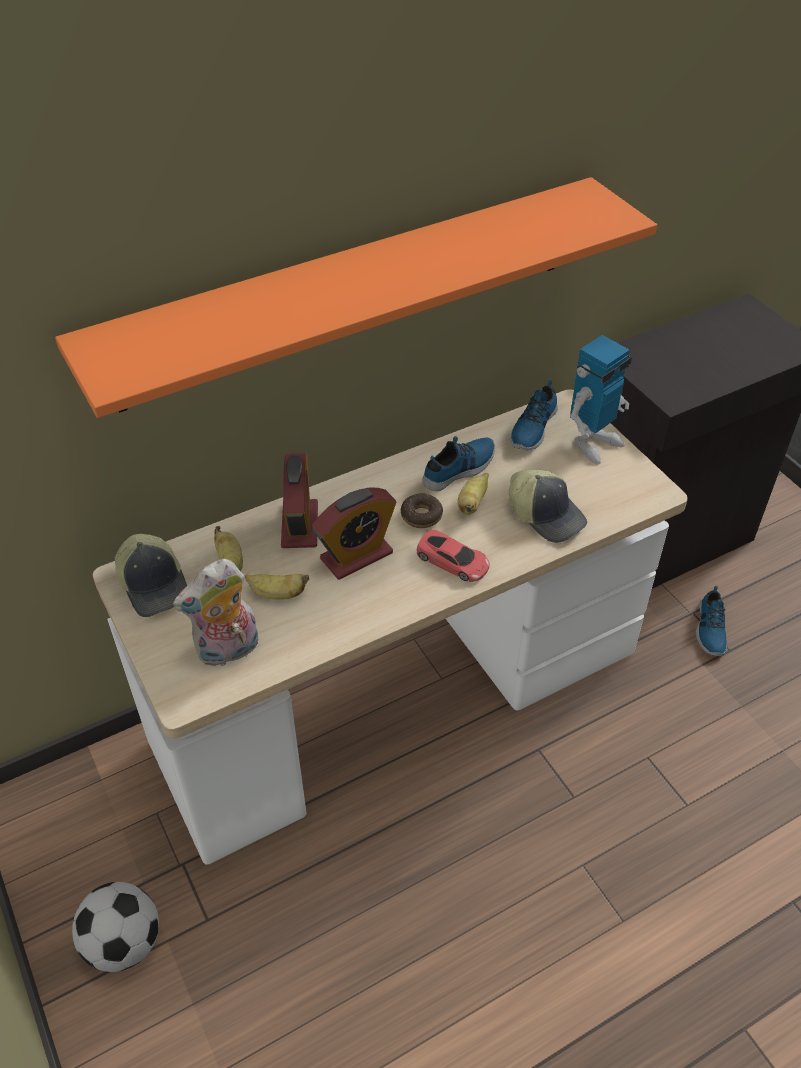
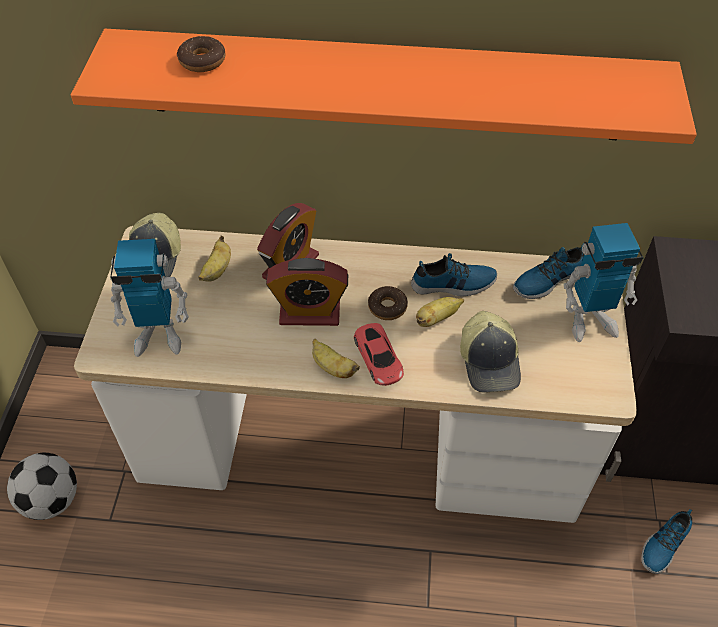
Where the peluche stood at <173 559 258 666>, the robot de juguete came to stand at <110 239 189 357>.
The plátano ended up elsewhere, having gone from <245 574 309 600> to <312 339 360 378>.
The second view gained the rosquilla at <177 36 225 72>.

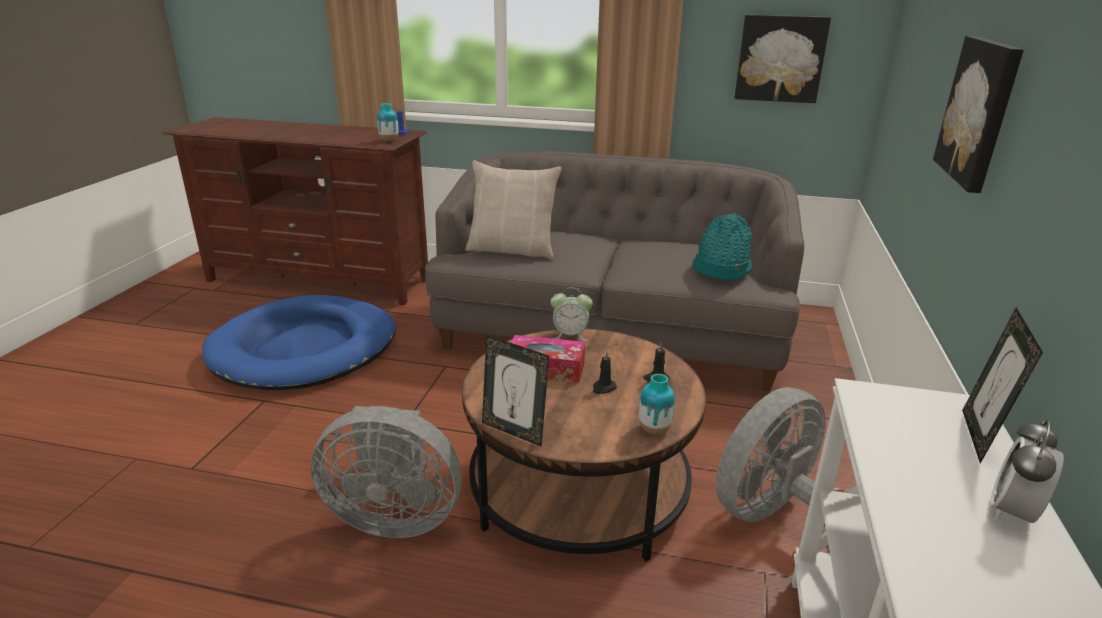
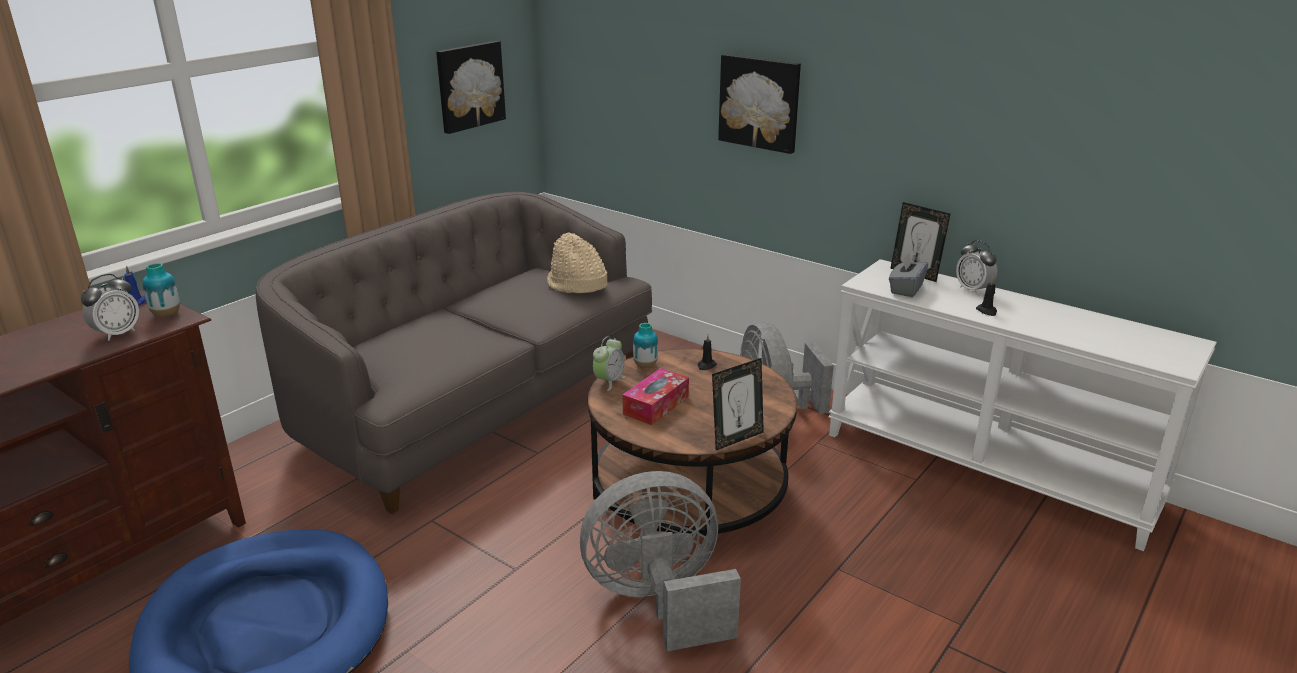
The second view lost the cojín [beis] at <465 160 562 259>.
What was the sombrero [turquesa] at <692 213 752 280> turned into the sombrero [beis] at <547 233 608 293>.
The vela [negro] ended up elsewhere, having gone from <593 350 617 394> to <976 277 997 316>.
The florero ended up elsewhere, having gone from <639 374 675 435> to <633 323 658 368>.
The ventilador [gris] at <311 406 462 538> ended up facing another way, 135 degrees counterclockwise from before.
The second view gained the caja de pañuelos [gris] at <889 253 928 297>.
The second view gained the despertador at <81 274 139 341>.

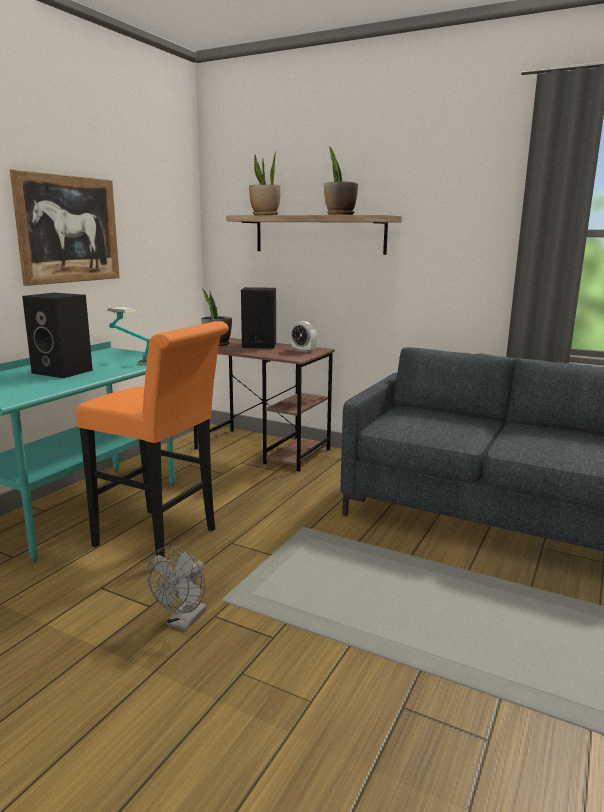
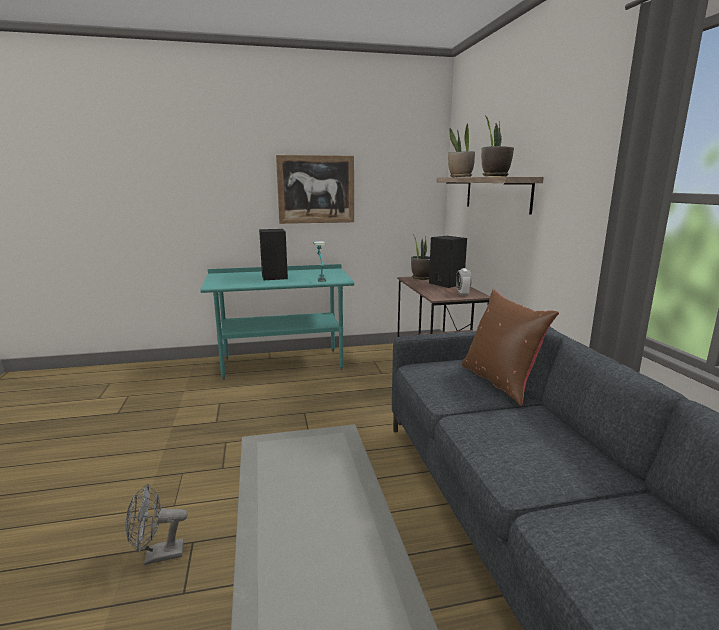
The second view lost the taburete [naranja] at <75 321 229 558>.
The ventilador [gris] ended up elsewhere, having gone from <147 546 207 631> to <125 484 188 565>.
The second view gained the cojín [marrón] at <461 290 559 406>.

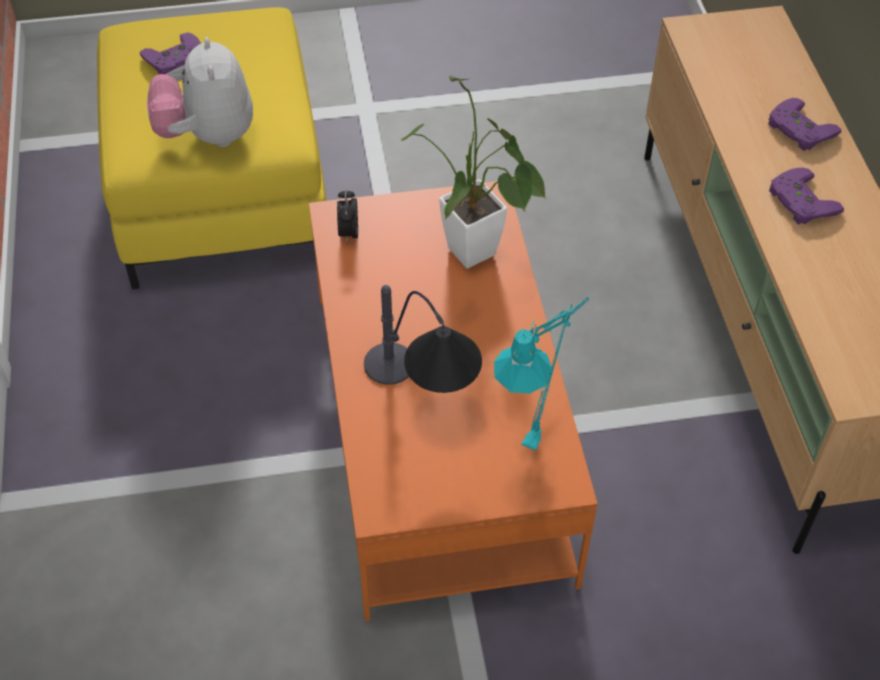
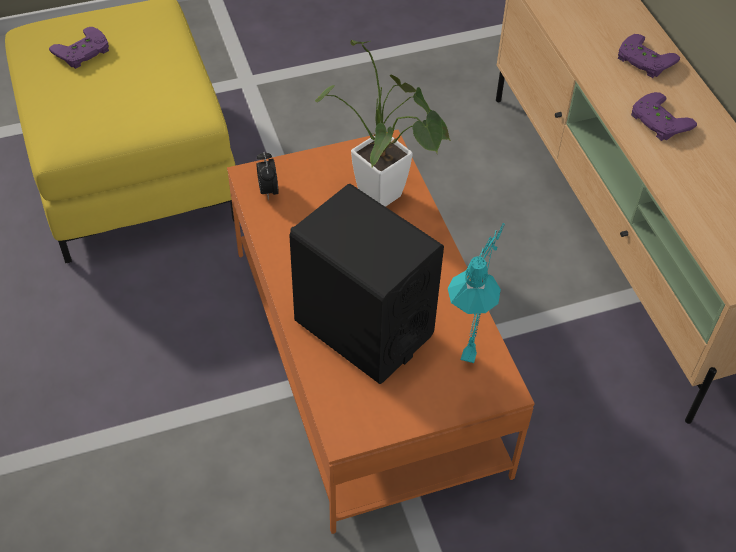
The second view lost the peluche at <147 37 253 147>.
Where the lámpara de mesa stood at <364 285 482 393>, the altavoz [negro] came to stand at <289 184 444 384>.

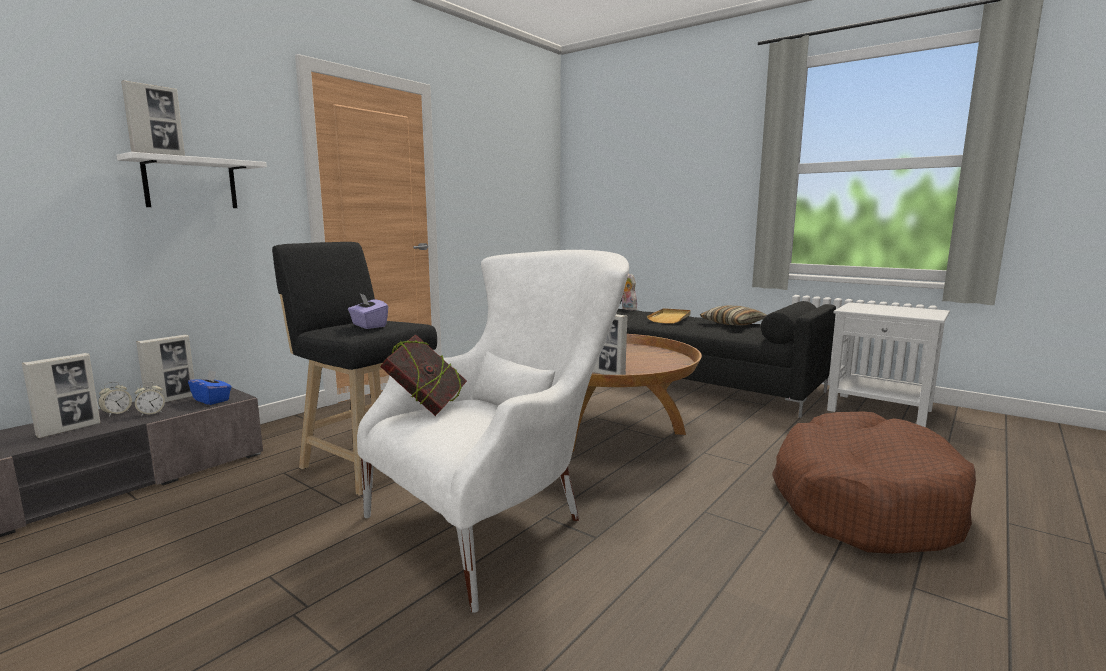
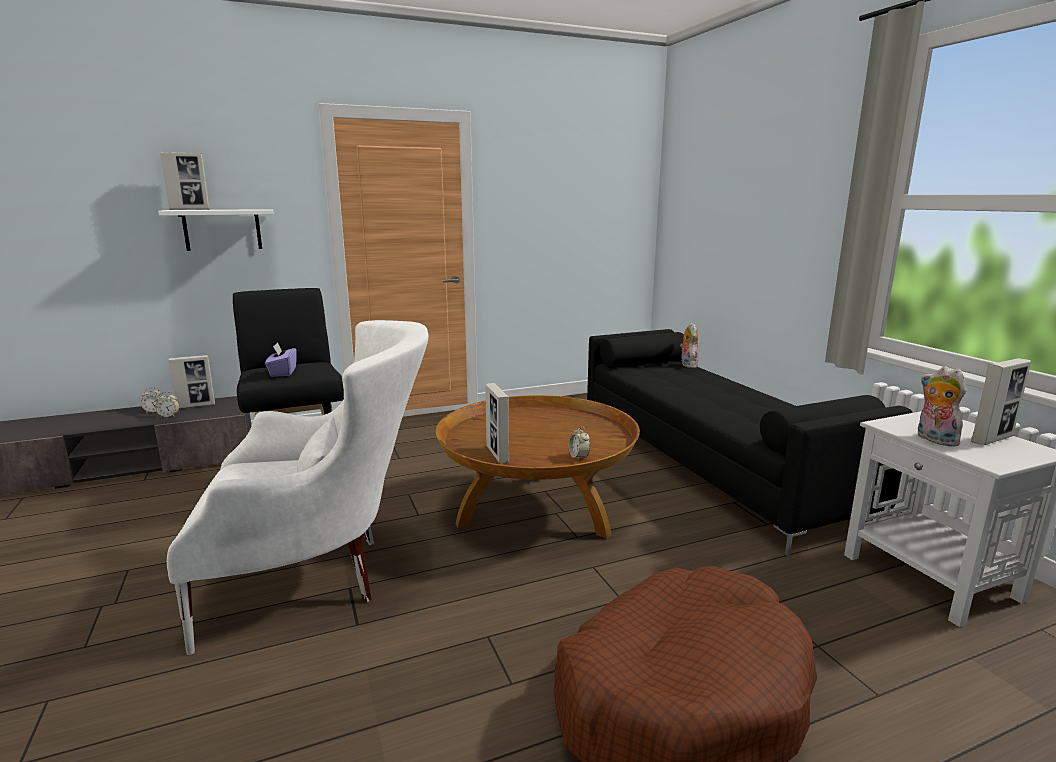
The second view lost the cojín at <700 305 767 326>.
The second view lost the bandeja [beis] at <647 308 691 324>.
The second view lost the libro at <380 334 467 416>.
The portarretratos ended up elsewhere, having gone from <22 353 100 438> to <971 358 1031 445>.
The second view lost the caja de pañuelos [azul] at <188 369 232 405>.
The second view gained the peluche at <918 366 967 446>.
The second view gained the despertador at <568 426 590 461>.

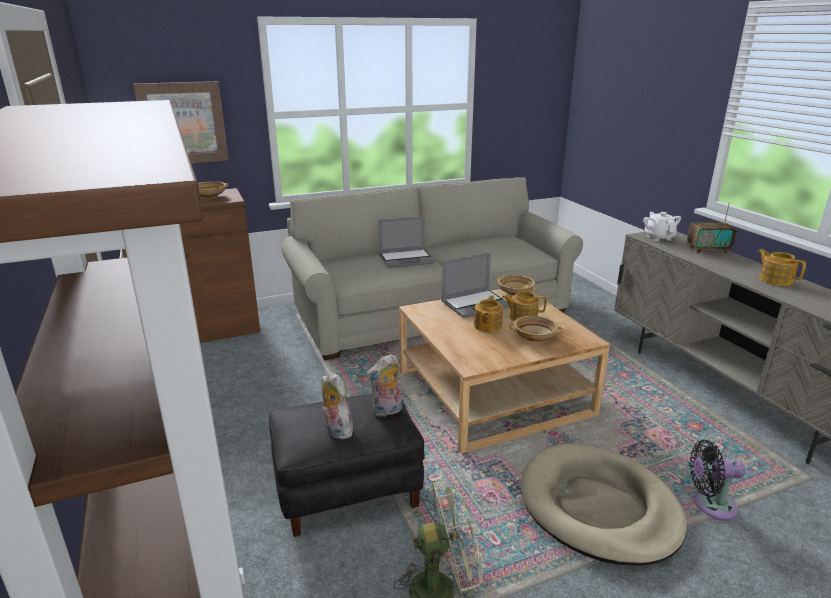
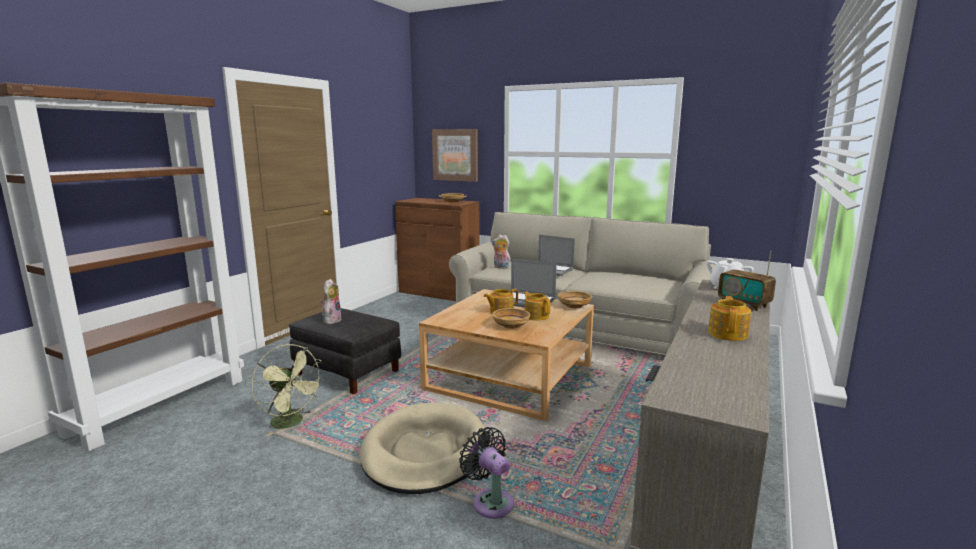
The peluche ended up elsewhere, having gone from <366 354 402 417> to <491 235 511 269>.

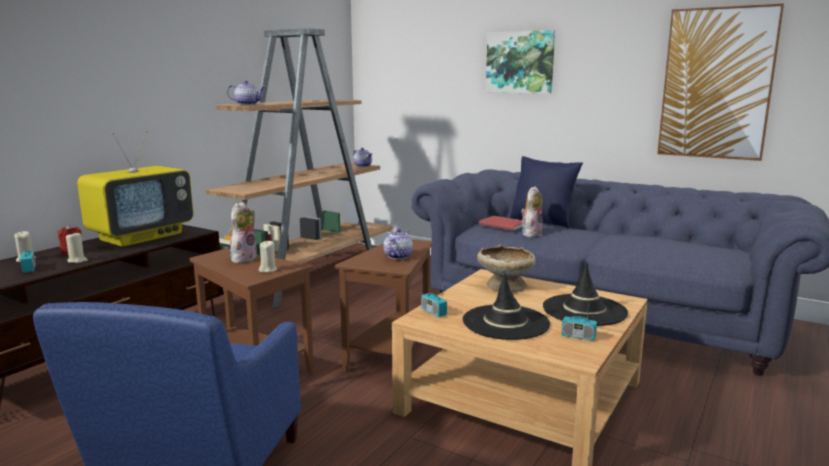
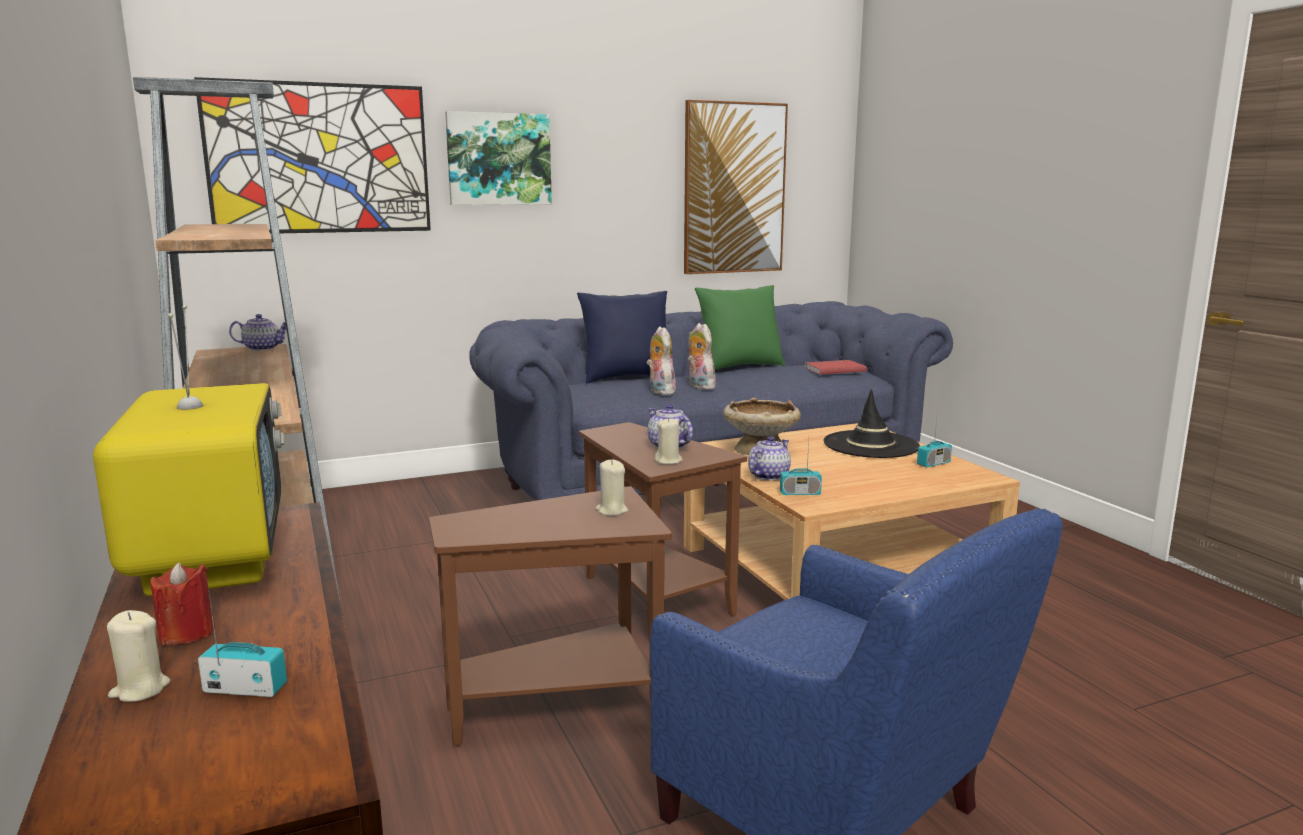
The tetera ended up elsewhere, having gone from <227 80 265 105> to <748 436 791 480>.
The peluche ended up elsewhere, having gone from <230 202 257 263> to <688 323 716 389>.
The libro [rojo] ended up elsewhere, having gone from <479 216 523 231> to <804 360 867 375>.
The vela [beis] ended up elsewhere, having gone from <66 232 88 263> to <654 417 683 464>.
The second view lost the sombrero [negro] at <463 273 550 340>.
The second view gained the cuadro at <194 77 431 234>.
The second view gained the cojín [verde] at <695 285 785 370>.

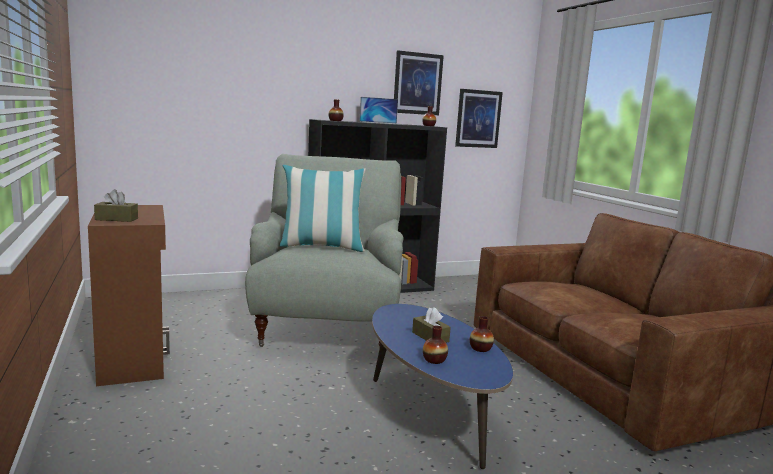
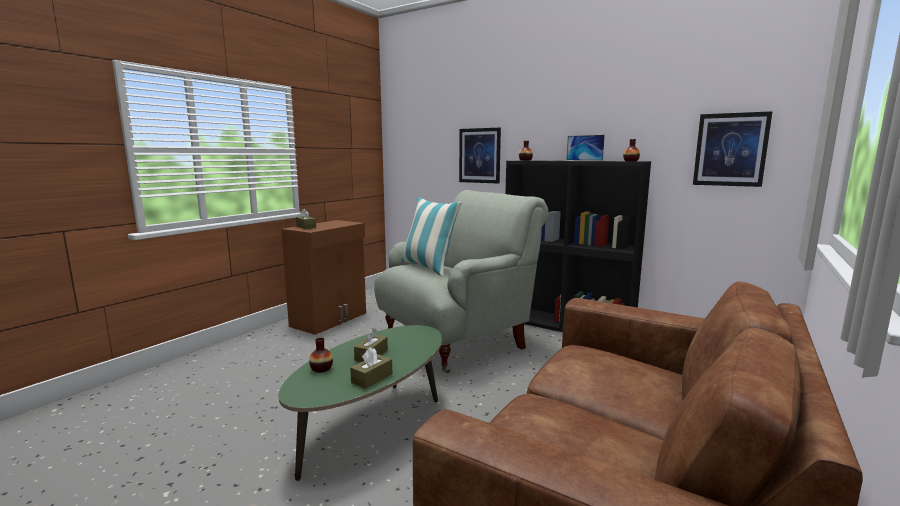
The cuadro ended up elsewhere, having gone from <394 50 444 115> to <459 128 501 184>.
What was the mesa de centro [azul] at <372 304 513 469> turned into the mesa de centro [verde] at <279 325 442 481>.
Where the florero stood at <470 316 494 352>, the caja de pañuelos [marrón] came to stand at <350 347 392 389>.

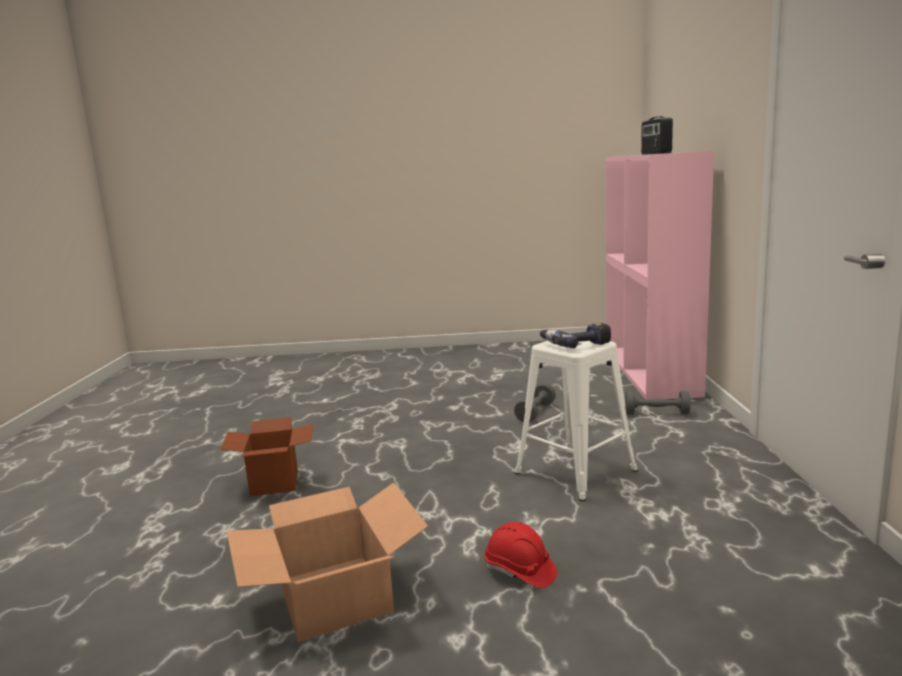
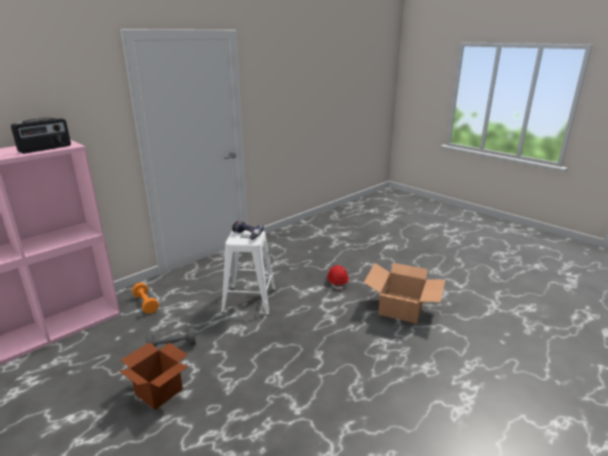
What was the mancuerna [gris] at <625 391 690 415> turned into the mancuerna [naranja] at <132 283 159 314>.
The caja de cartón ended up elsewhere, having gone from <220 417 313 496> to <119 342 188 410>.

